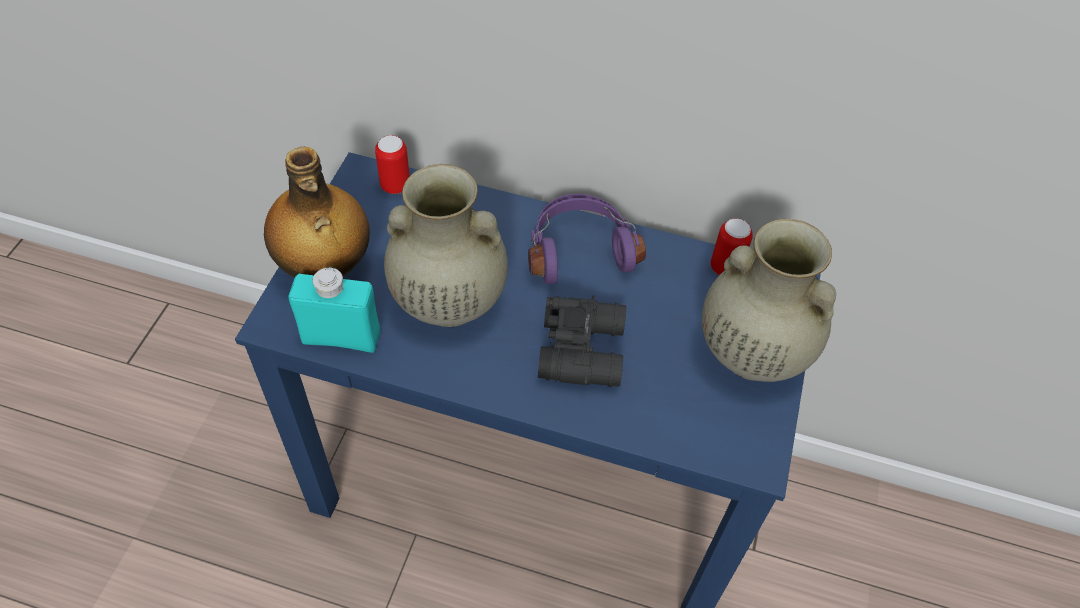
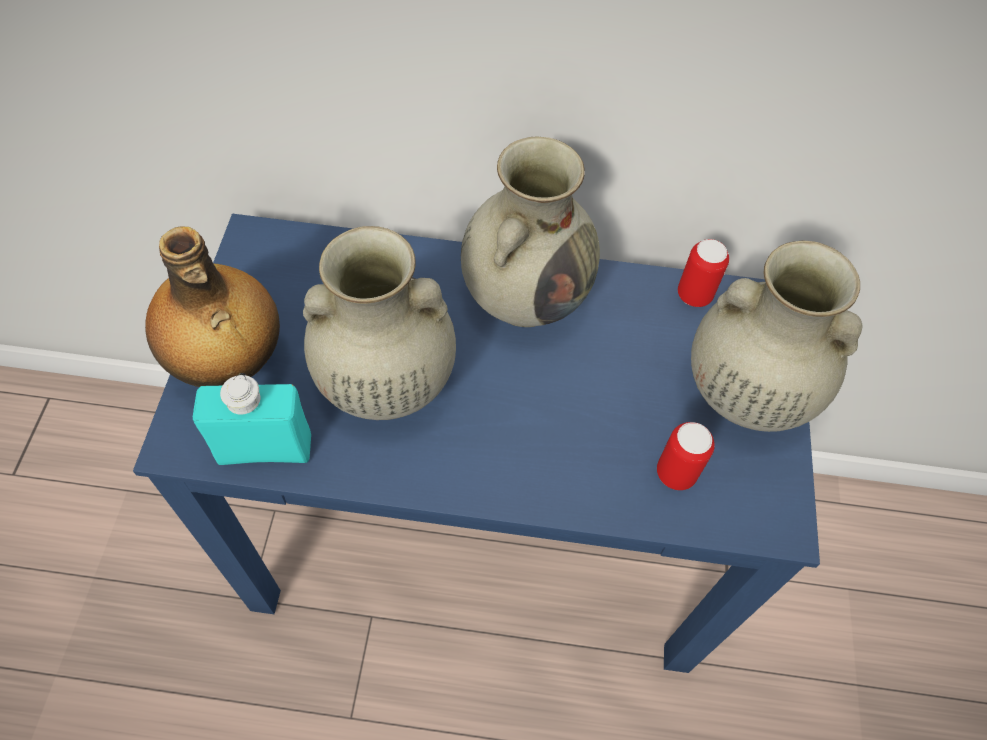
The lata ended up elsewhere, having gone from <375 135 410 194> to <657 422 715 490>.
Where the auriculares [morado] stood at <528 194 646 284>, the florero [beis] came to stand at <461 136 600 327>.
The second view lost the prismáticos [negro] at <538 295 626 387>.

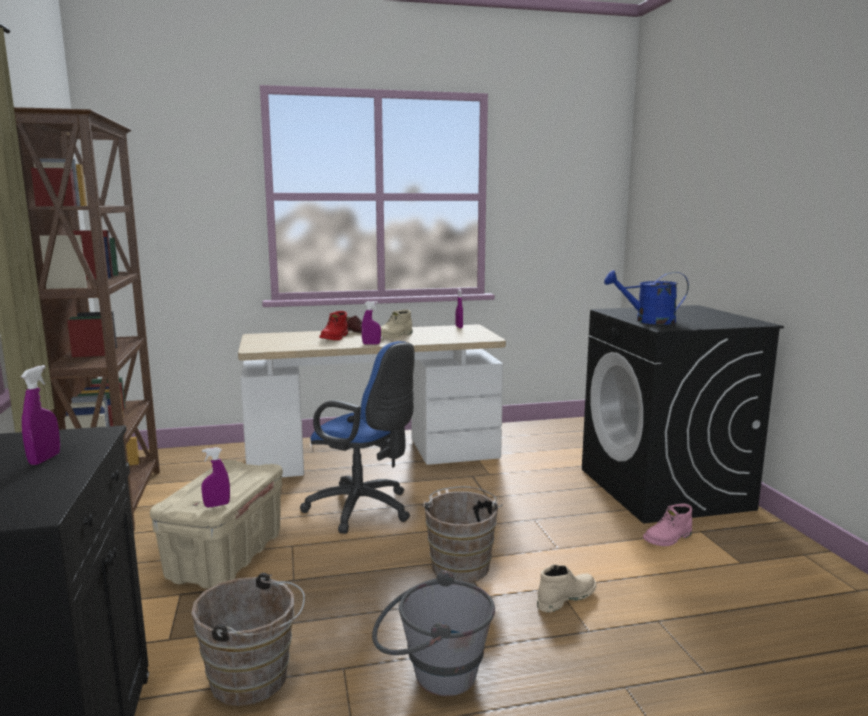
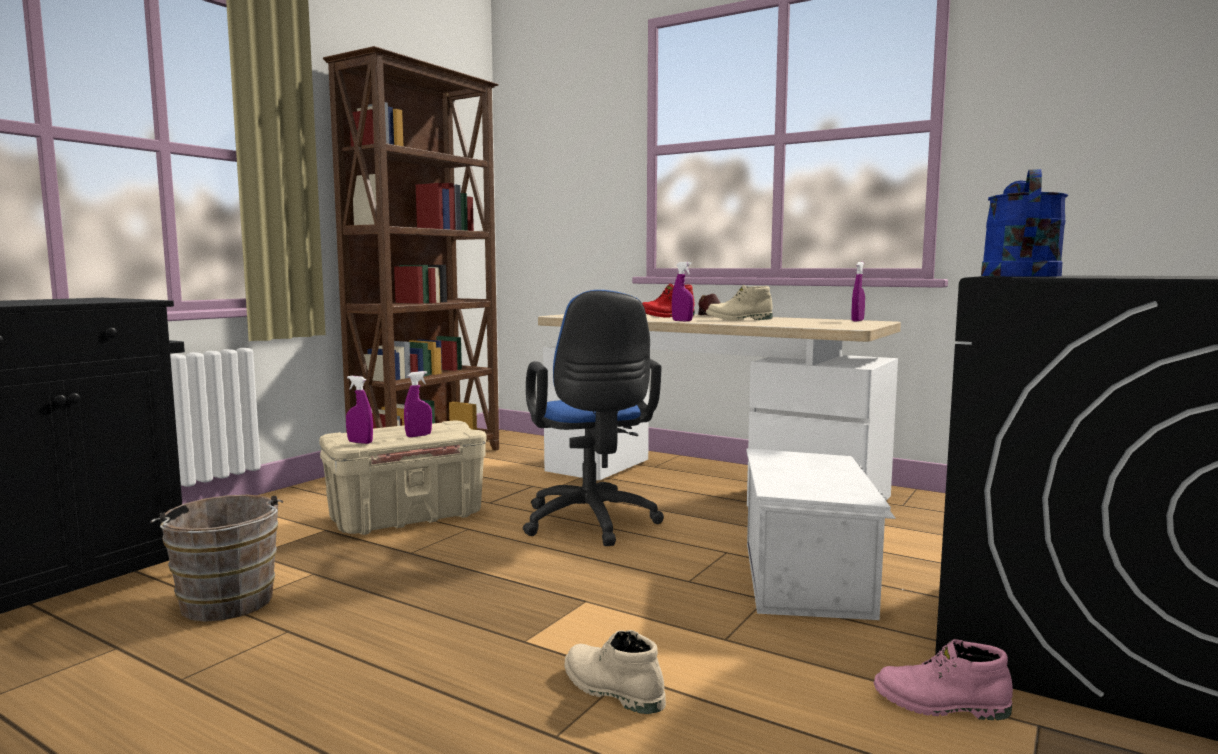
The regadera [azul] at <604 270 689 325> ended up facing another way, 60 degrees clockwise from before.
The pulverizador [morado] ended up elsewhere, having gone from <21 365 60 465> to <404 371 432 437>.
The second view lost the cubo [marrón] at <422 486 503 583>.
The bota [beis] at <537 564 596 612> ended up facing another way, 150 degrees counterclockwise from before.
The second view lost the cubo [gris] at <372 570 495 696>.
The second view gained the caja de almacenaje [blanco] at <746 448 896 620>.

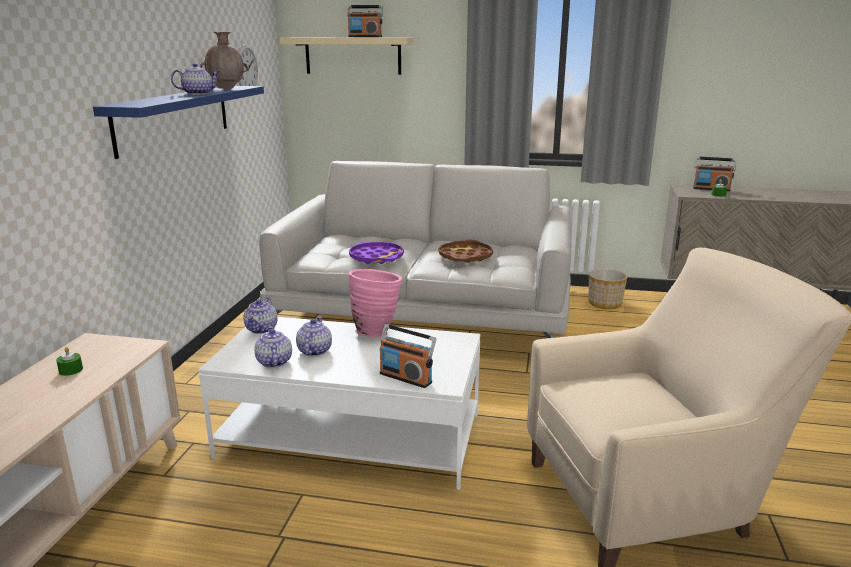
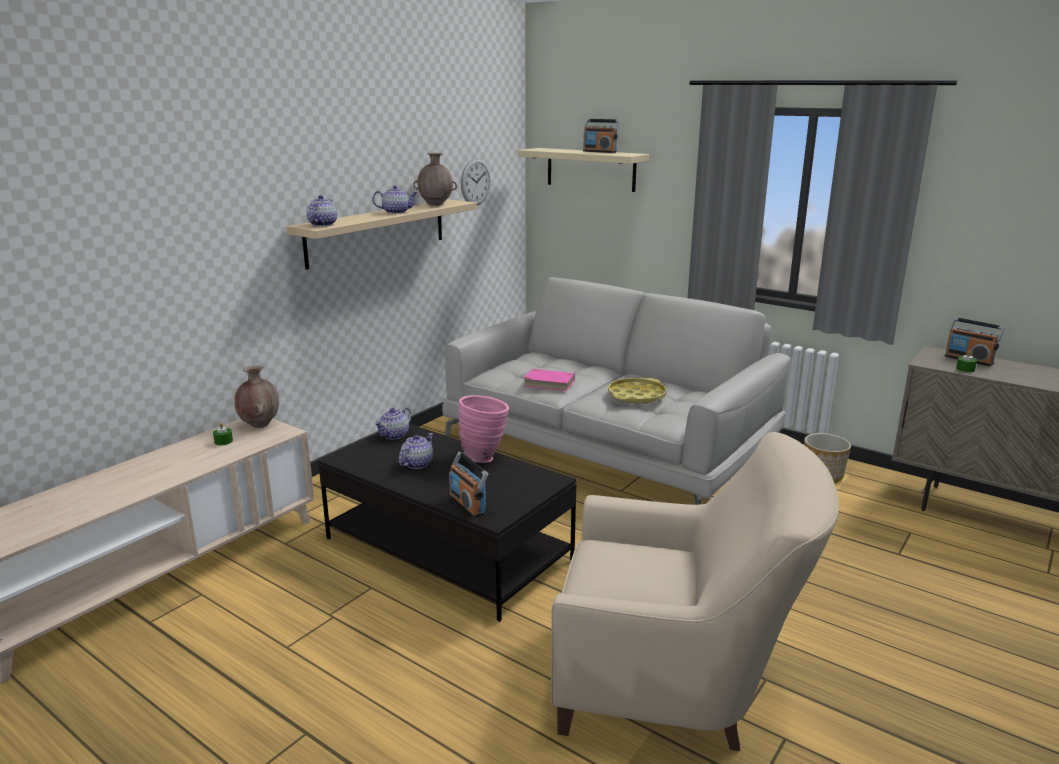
What was the estante [azul] at <93 86 264 159> turned into the estante [beis] at <287 199 477 270>.
What was the bandeja [marrón] at <439 240 493 263> turned into the bandeja [amarillo] at <608 378 667 404>.
Where the bandeja [morado] stood at <349 241 404 264>, the libro [rosa] came to stand at <523 369 575 391>.
What was the mesa de centro [blanco] at <198 317 480 490> turned into the mesa de centro [negro] at <318 424 577 622>.
The tetera ended up elsewhere, having gone from <255 326 292 368> to <306 195 337 226>.
The second view gained the florero [marrón] at <234 366 279 428>.

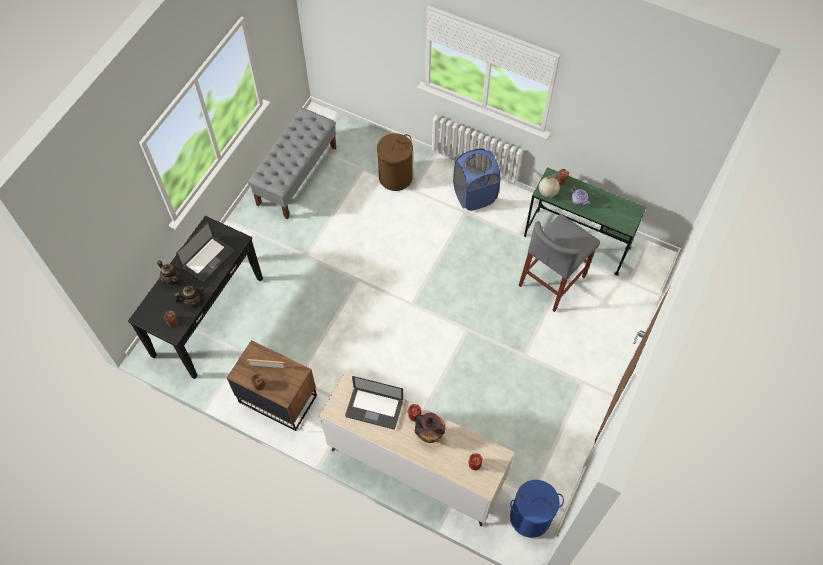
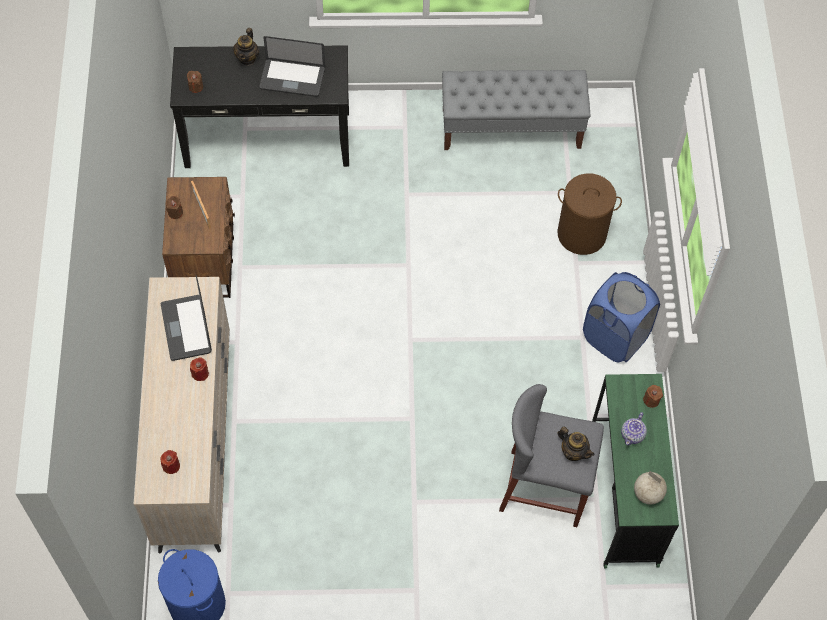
The globo terráqueo ended up elsewhere, having gone from <539 173 560 198> to <634 471 667 505>.
The tetera ended up elsewhere, having gone from <175 286 205 307> to <557 427 594 461>.
The second view lost the florero at <415 413 445 443>.

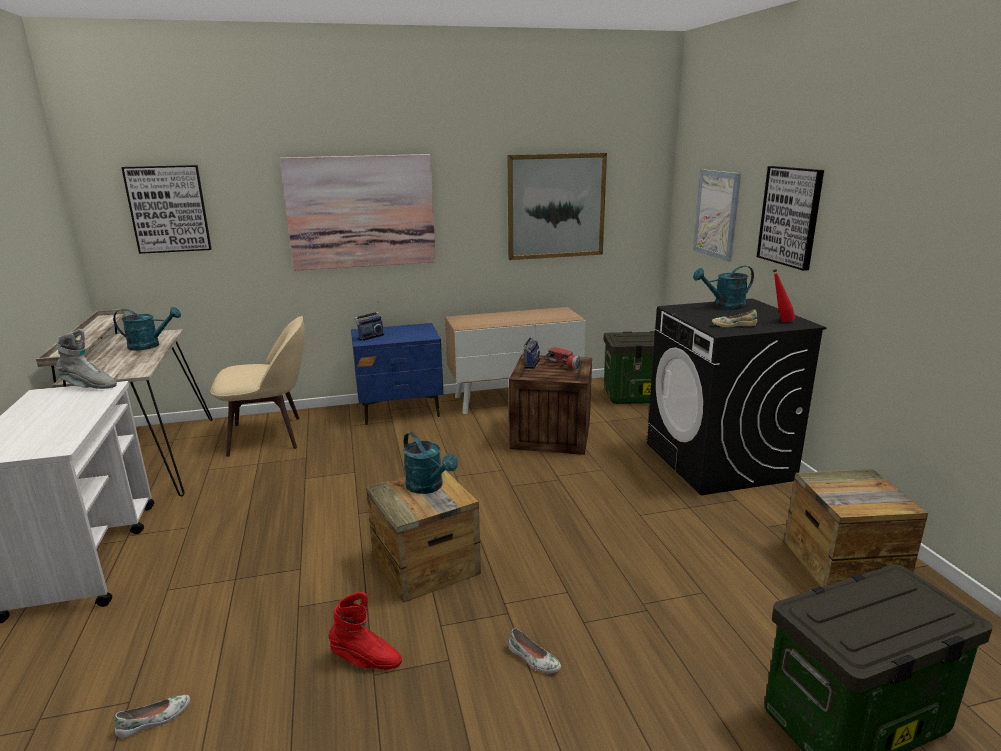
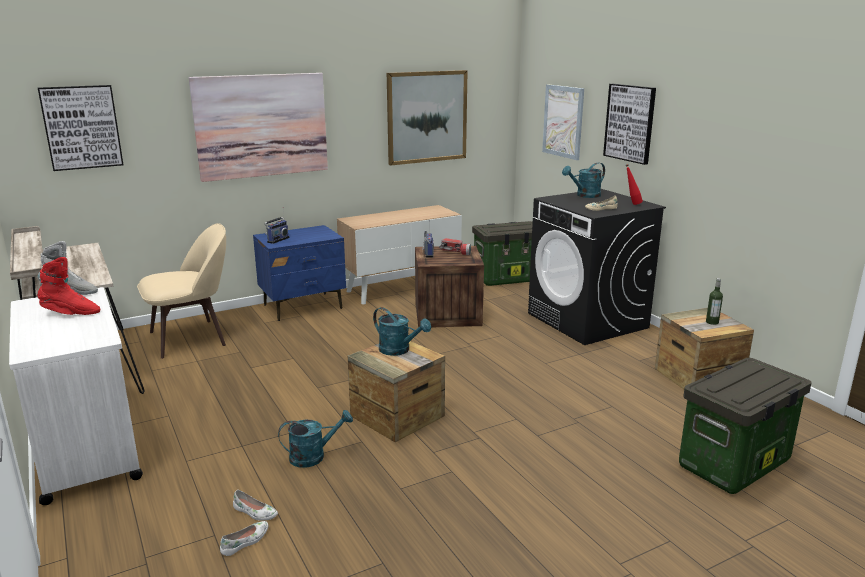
The regadera [turquesa] ended up elsewhere, having gone from <113 307 181 351> to <278 410 353 468>.
The bota [rojo] ended up elsewhere, having gone from <328 592 402 670> to <37 257 100 315>.
The zapato [blanco] ended up elsewhere, having gone from <508 628 561 673> to <233 490 278 521>.
The second view gained the botella at <706 278 723 325>.

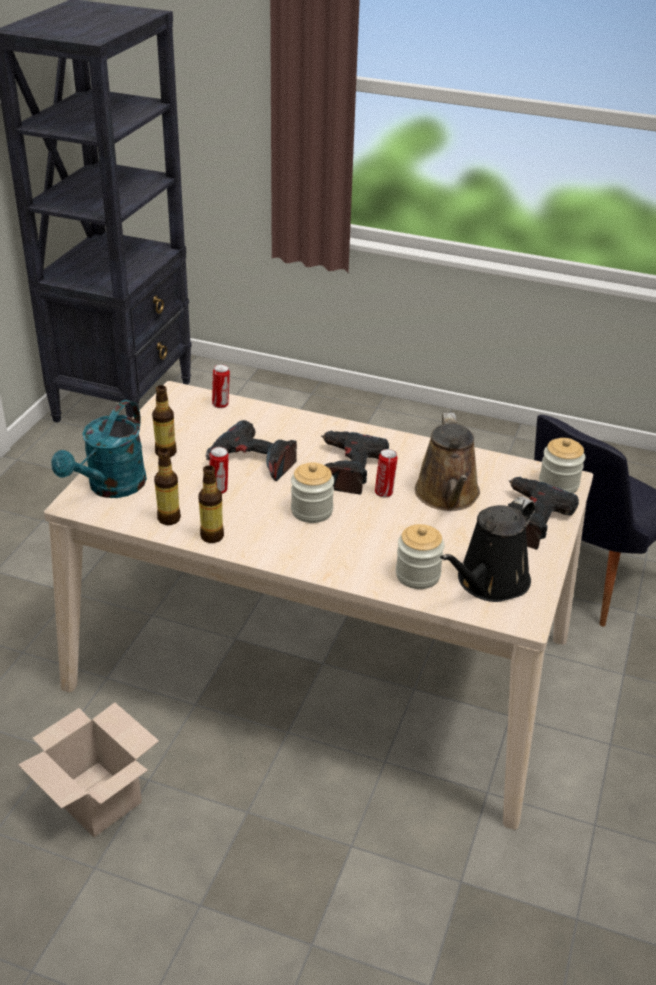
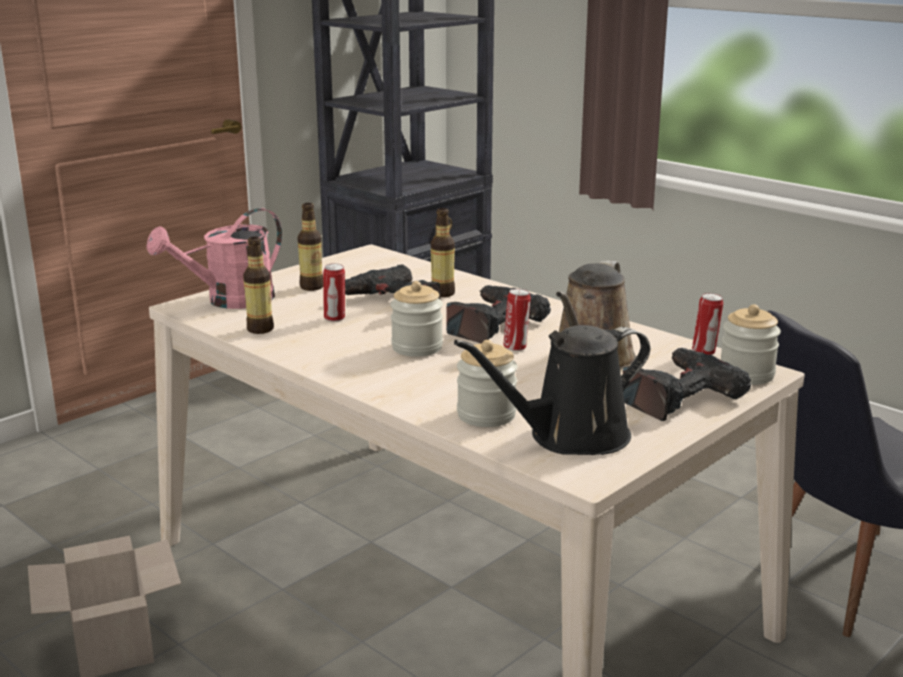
The lata ended up elsewhere, having gone from <212 364 230 408> to <692 293 723 355>.
What was the regadera [turquesa] at <51 400 147 498> turned into the regadera [rosa] at <146 208 282 309>.
The botella ended up elsewhere, having gone from <198 465 224 543> to <431 208 455 297>.

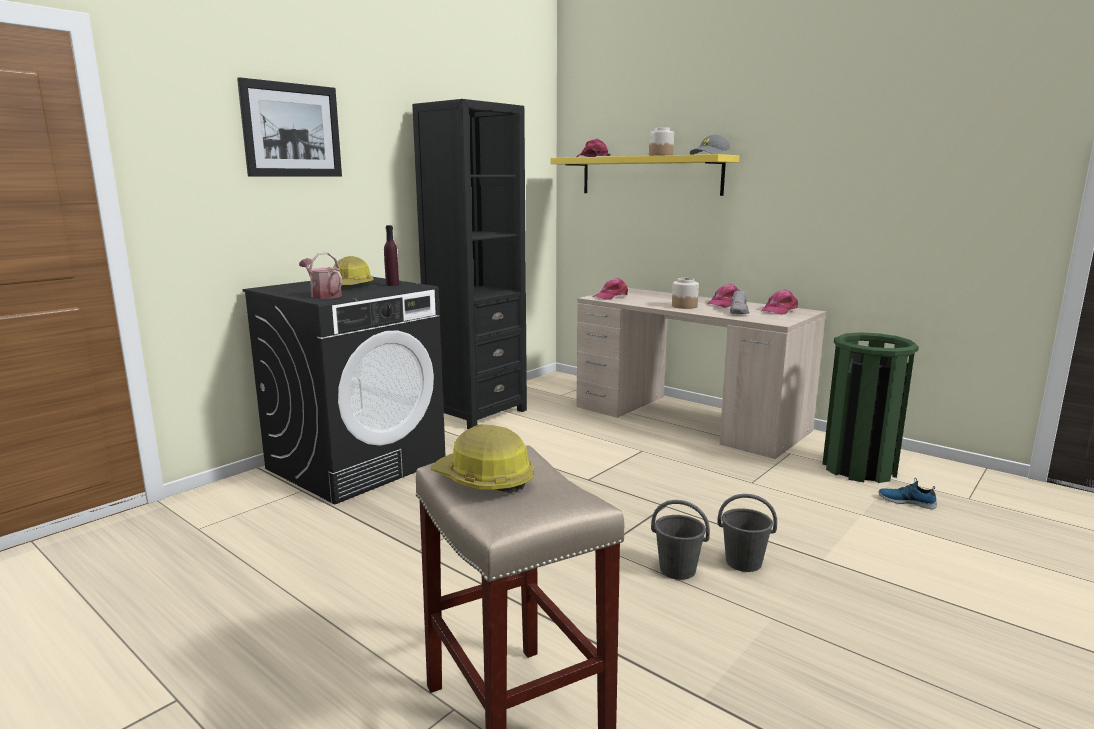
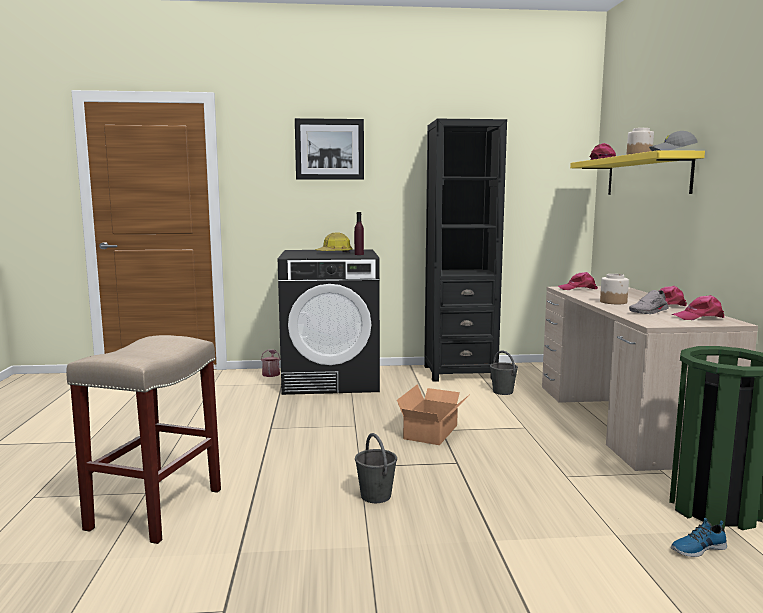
The regadera ended up elsewhere, having gone from <299 253 342 299> to <261 349 280 377>.
The second view lost the casco at <430 424 534 493>.
The zapato at <878 478 937 509> ended up facing another way, 90 degrees counterclockwise from before.
The cubo [gris] ended up elsewhere, having gone from <717 494 777 572> to <490 350 518 395>.
The second view gained the caja de cartón at <397 384 469 445>.

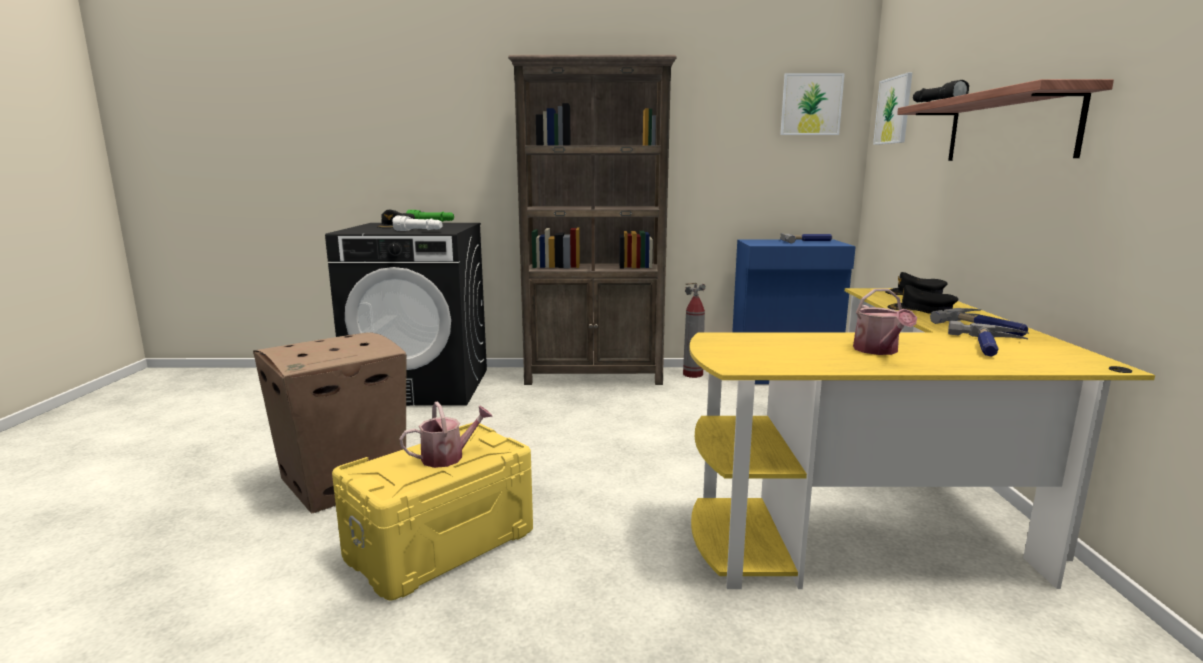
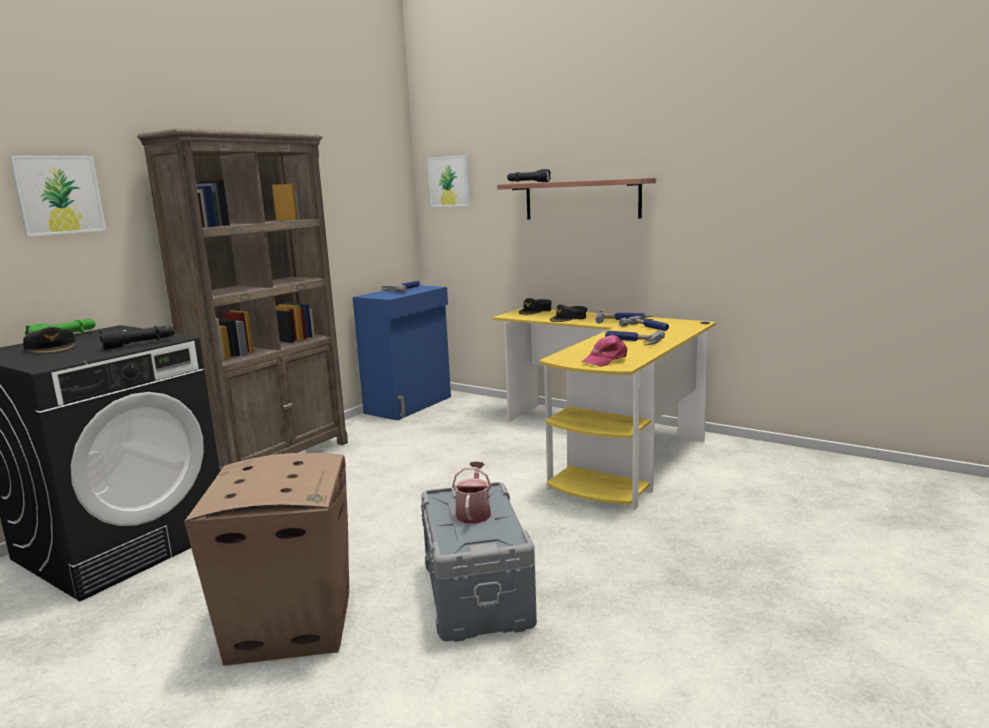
The cuadro ended up elsewhere, having gone from <780 73 845 135> to <9 155 106 237>.
What was the linterna [blanco] at <392 216 443 231> turned into the linterna [negro] at <99 325 174 350>.
The second view lost the extintor at <683 283 706 378>.
Where the regadera stood at <853 289 917 355>, the martillo came to stand at <605 330 666 345>.
What was the caja de almacenaje [amarillo] at <332 423 533 600> turned into the caja de almacenaje [gris] at <421 482 537 642>.
The second view gained the gorra [rosa] at <582 335 627 367>.

